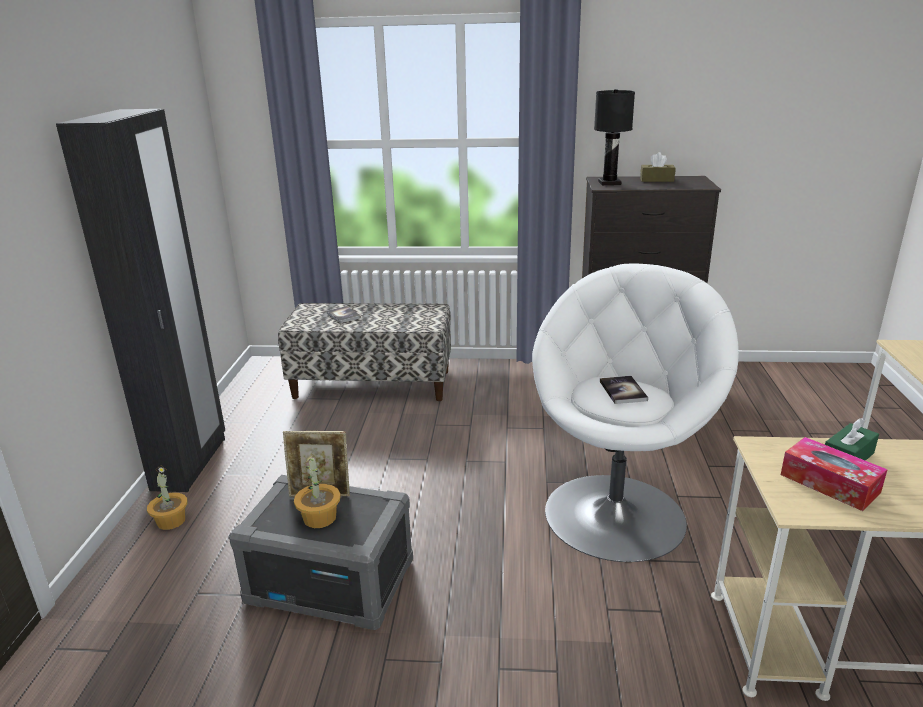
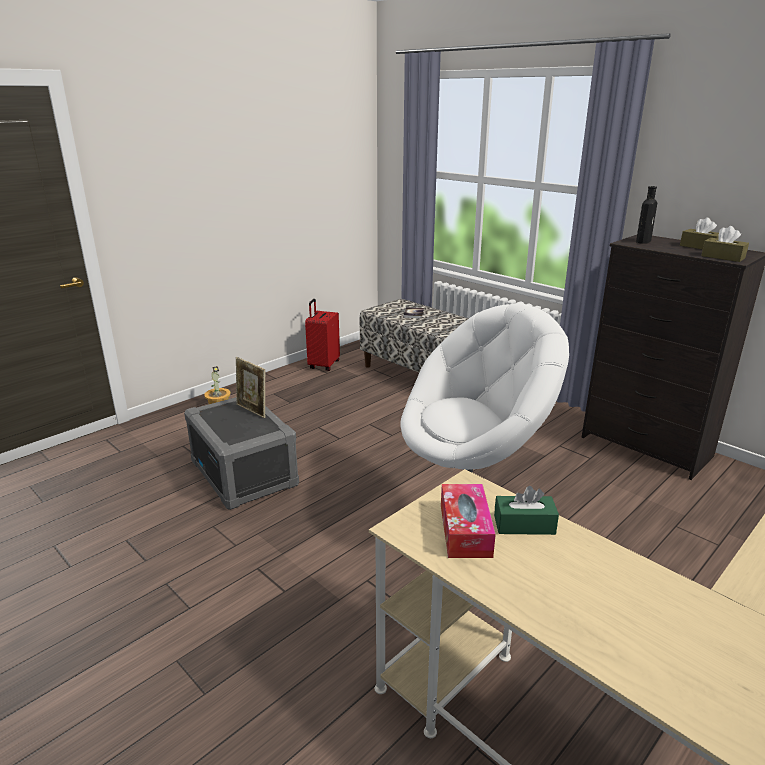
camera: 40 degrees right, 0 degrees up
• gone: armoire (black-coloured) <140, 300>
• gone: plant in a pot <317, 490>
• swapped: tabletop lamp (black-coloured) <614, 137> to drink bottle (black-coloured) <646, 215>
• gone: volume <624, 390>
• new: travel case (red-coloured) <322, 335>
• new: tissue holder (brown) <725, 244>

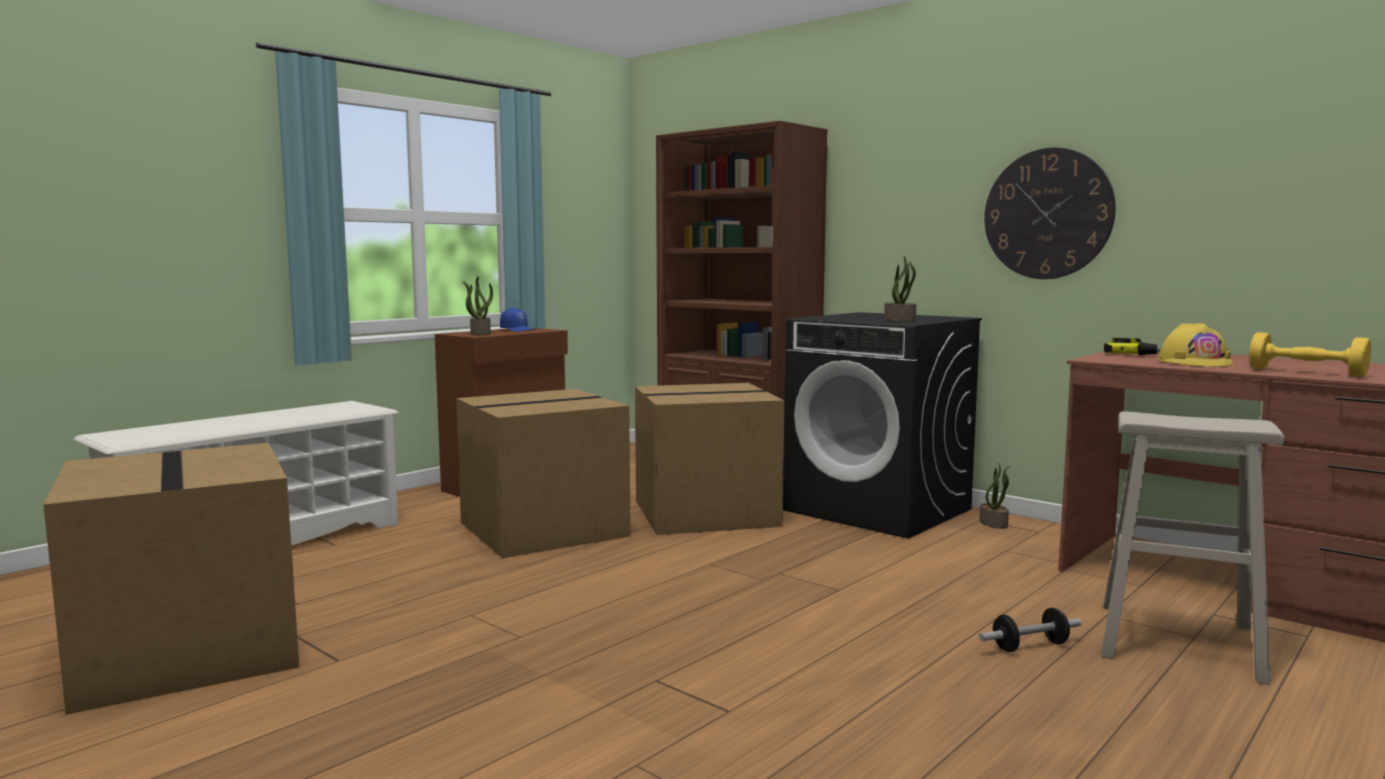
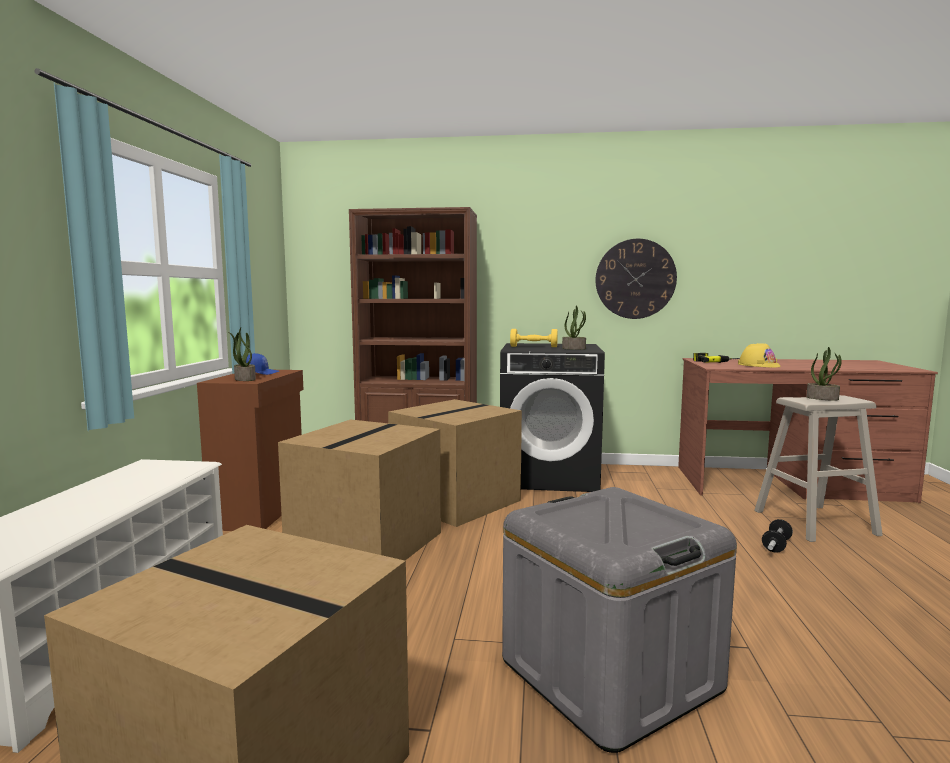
camera: 35 degrees left, 0 degrees up
• shifted: plant in a pot <994, 495> to <824, 374>
• shifted: hand weight (yellow) <1310, 354> to <534, 338>
• new: storage bin (gray) <619, 620>

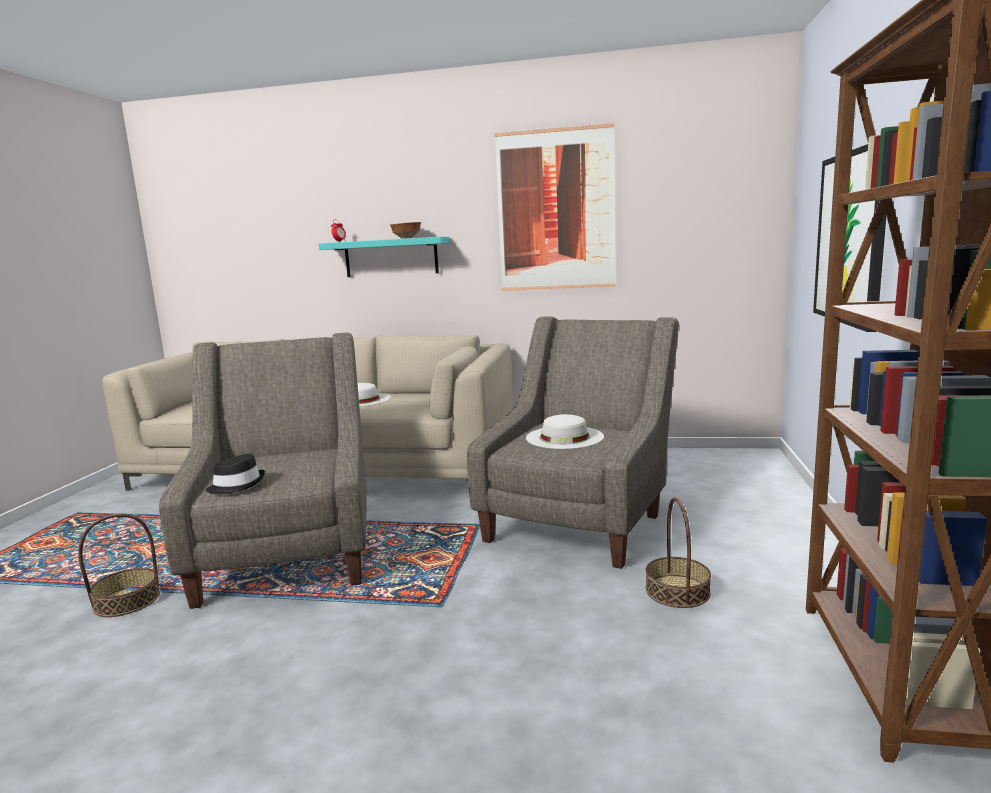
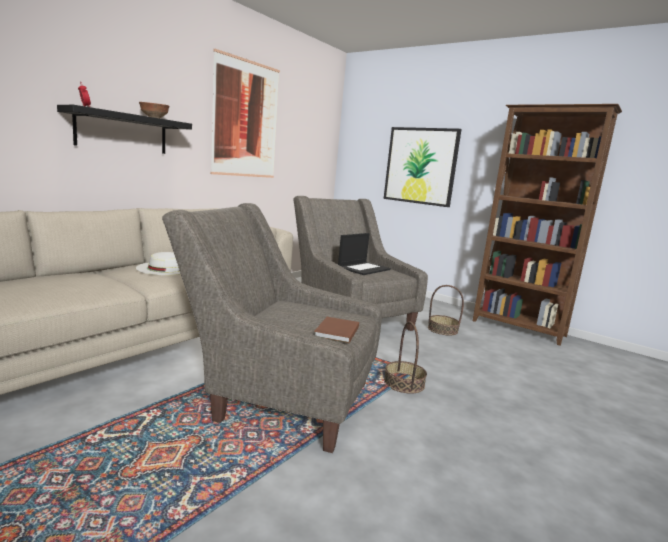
camera: 65 degrees left, 0 degrees up
• shifted: basket <119, 565> to <405, 357>
• swapped: wearable hat (black-coloured) <235, 474> to volume (brown) <336, 330>
• repainted: wall shelf (turquoise) <384, 257> to wall shelf (black-coloured) <124, 129>
• swapped: wearable hat (white-coloured) <565, 431> to portable computer <364, 254>

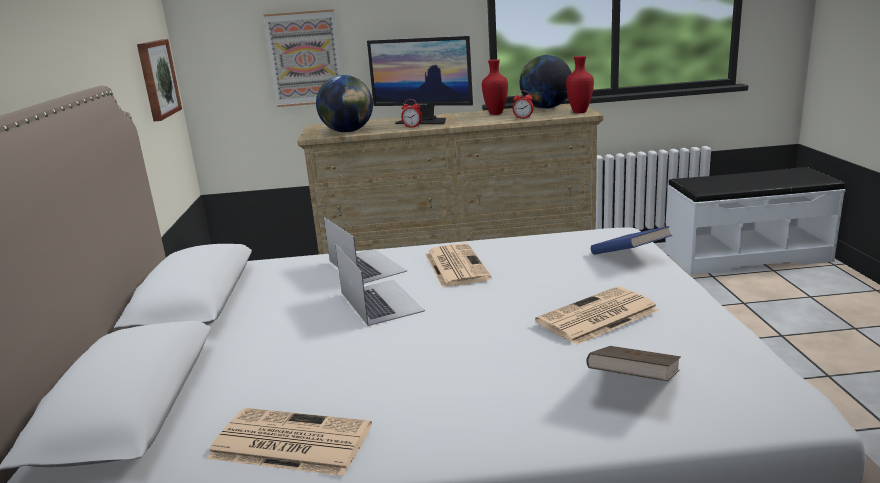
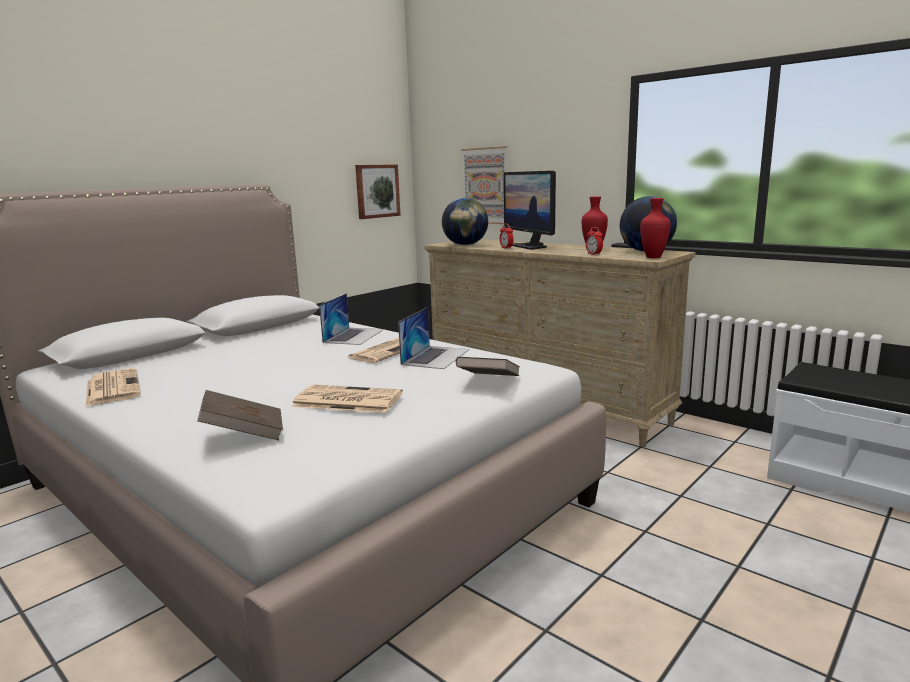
camera: 45 degrees right, 5 degrees down
• shifted: portable computer <380, 285> to <433, 338>
• repainted: volume (blue) <631, 240> to volume (brown) <488, 366>

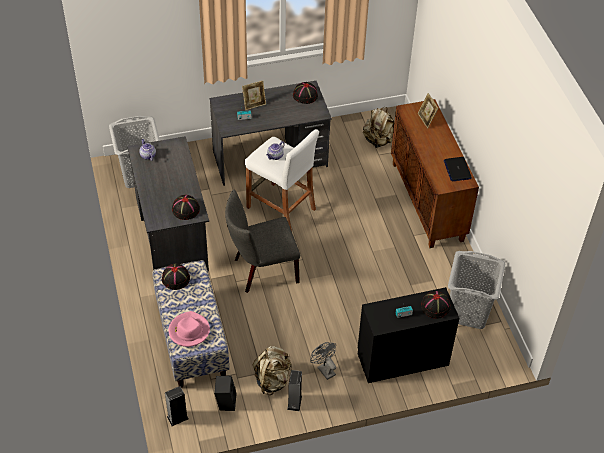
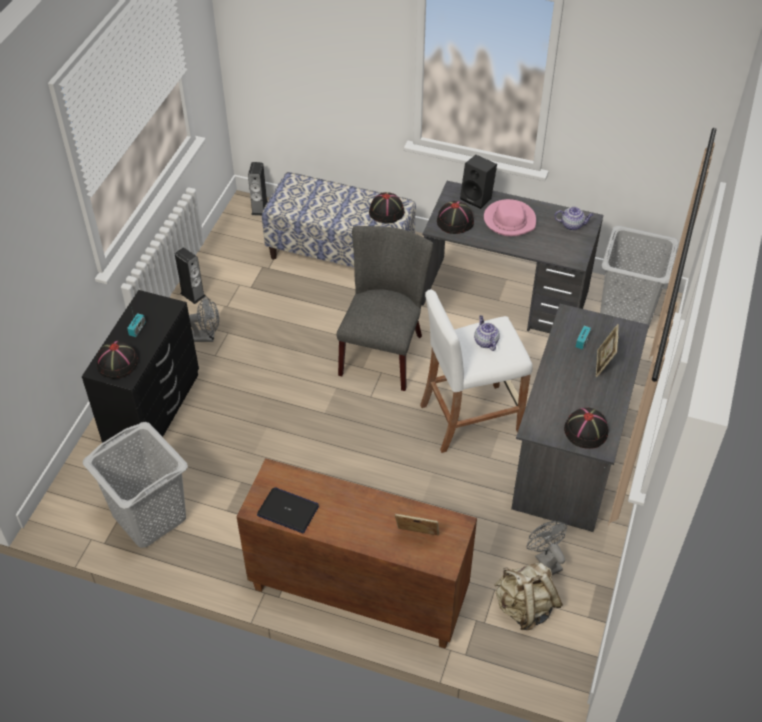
camera: 125 degrees right, 0 degrees up
• shifted: wearable hat (pink) <189, 329> to <510, 217>
• shifted: speaker (black-coloured) <225, 393> to <478, 182>
• gone: backpack (sand-coloured) <272, 370>
• new: cooling fan (gray) <547, 548>

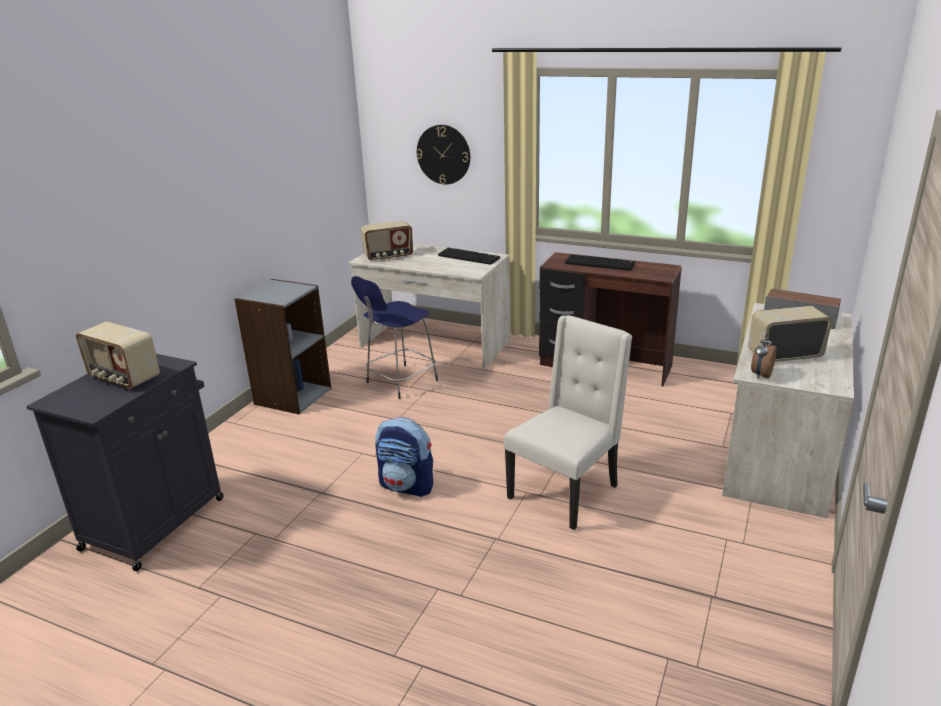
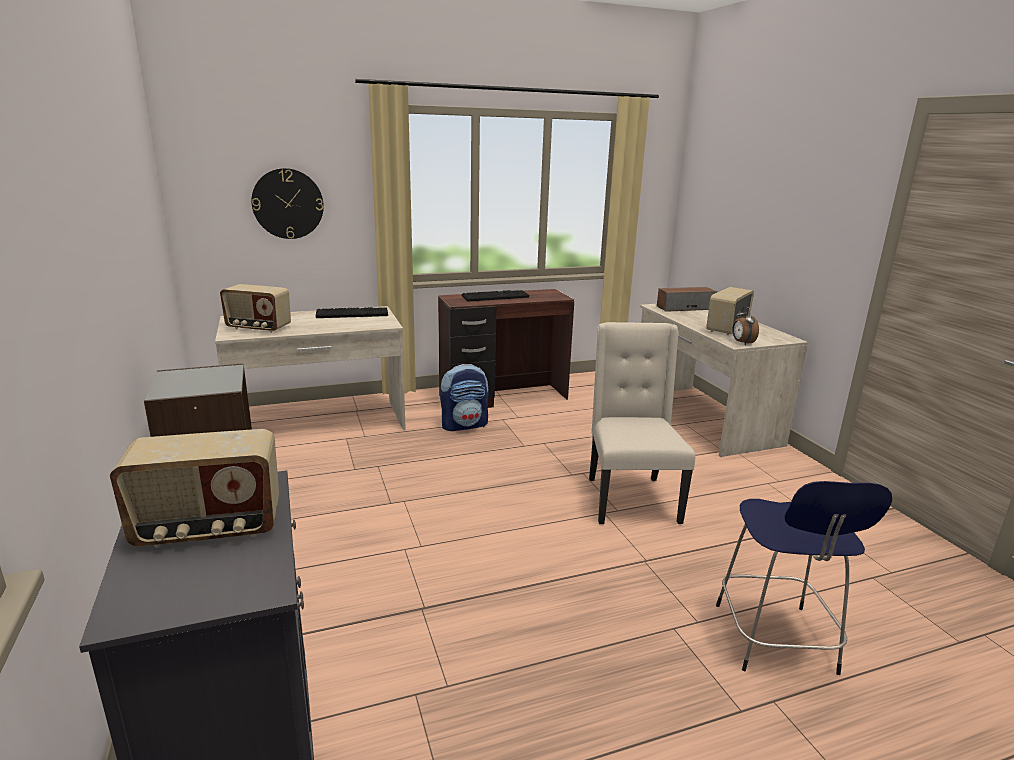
camera: 45 degrees left, 5 degrees down
• shifted: stool seat (blue) <394, 337> to <804, 578>
• rotated: radio set <387, 240> = <255, 308> 75 degrees clockwise
• shifted: backpack <404, 457> to <464, 397>

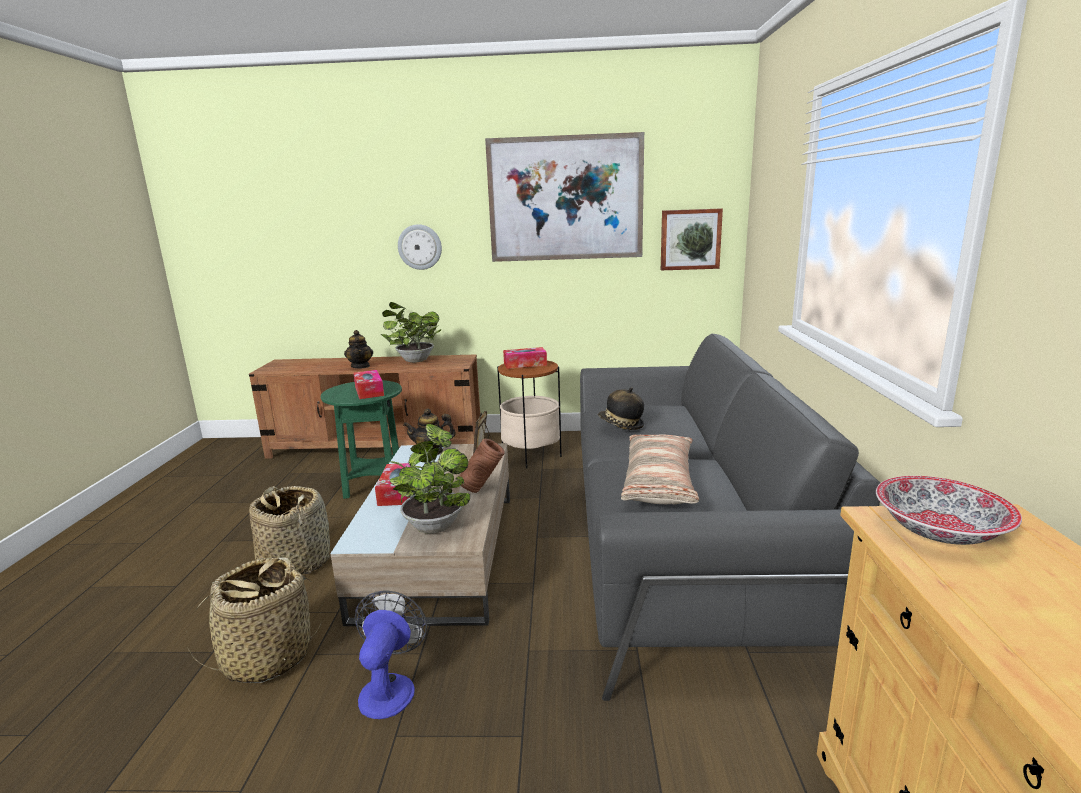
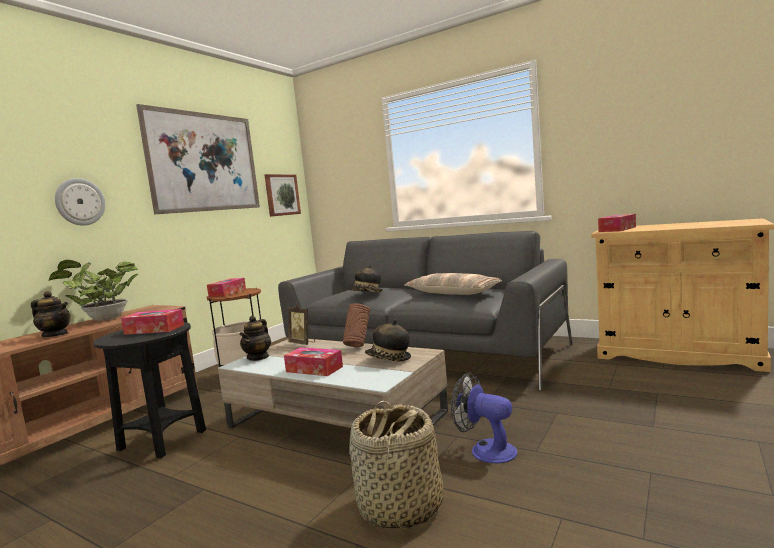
camera: 60 degrees left, 10 degrees down
• gone: basket <289, 530>
• repainted: accent table (greenish) <361, 439> to accent table (black-coloured) <149, 390>
• swapped: plant in a pot <430, 479> to wearable hat <388, 341>
• swapped: deep dish <949, 510> to tissue holder <617, 223>

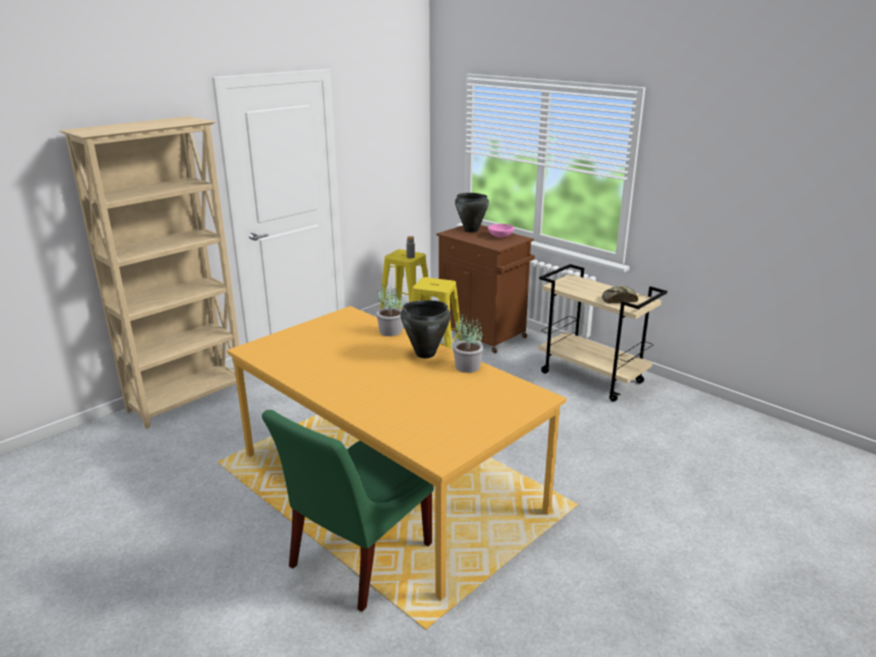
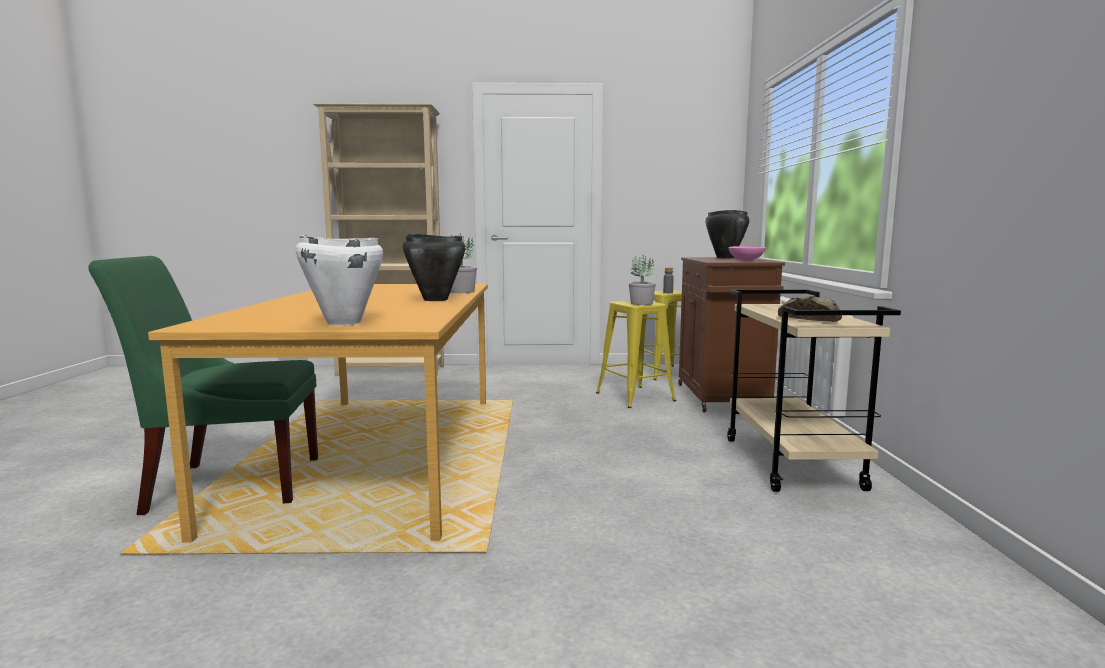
camera: 45 degrees right, 15 degrees down
• shifted: plant in a pot <468, 344> to <642, 280>
• new: saucepot (white-coloured) <339, 280>

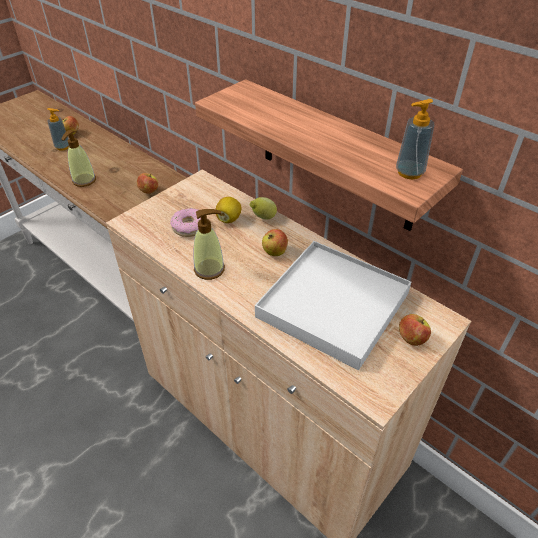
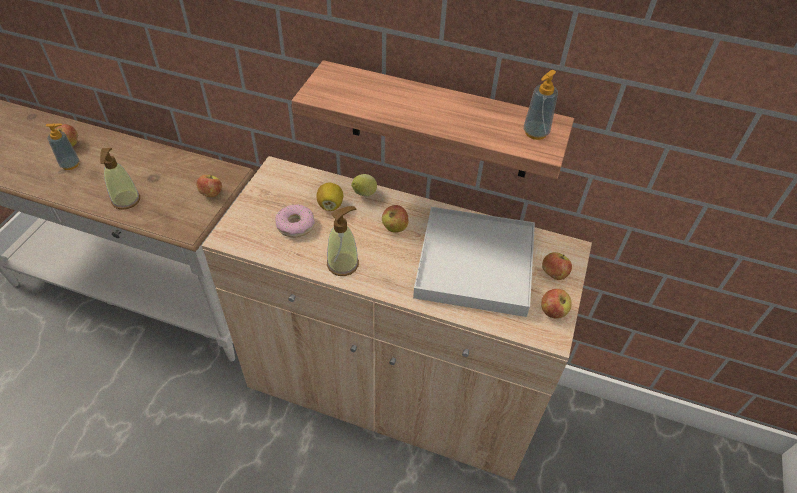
camera: 25 degrees left, 5 degrees up
• new: apple fruit <556, 304>

